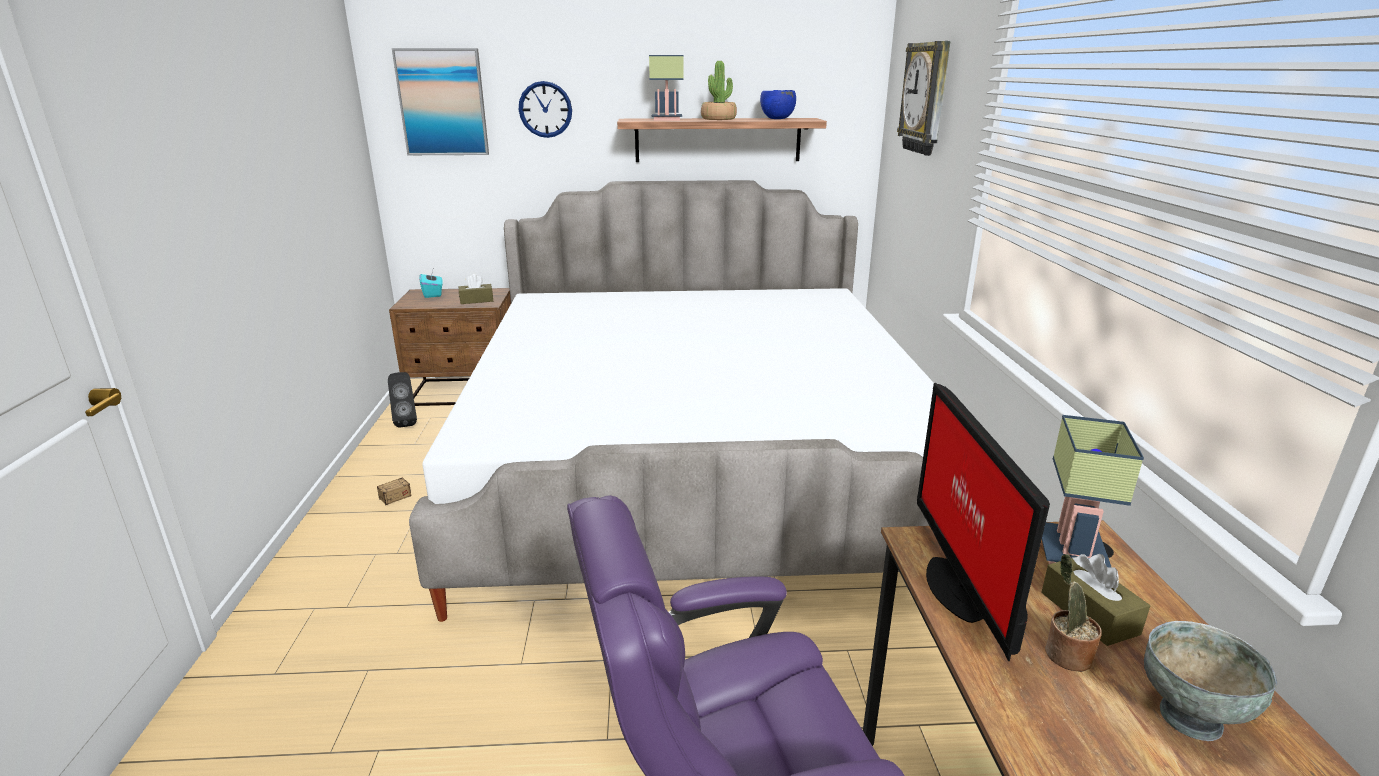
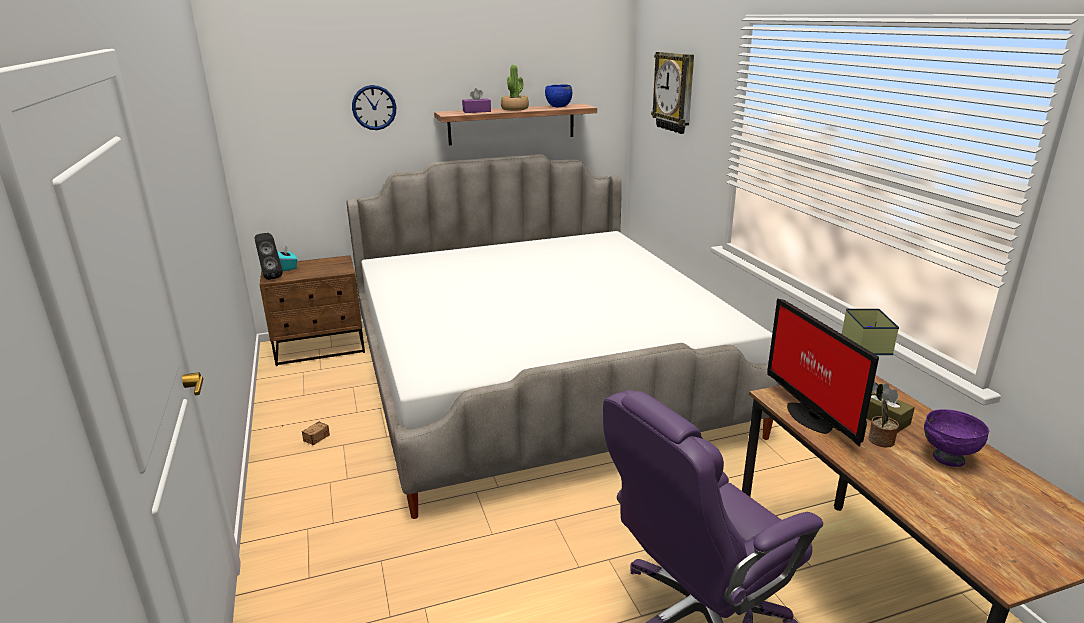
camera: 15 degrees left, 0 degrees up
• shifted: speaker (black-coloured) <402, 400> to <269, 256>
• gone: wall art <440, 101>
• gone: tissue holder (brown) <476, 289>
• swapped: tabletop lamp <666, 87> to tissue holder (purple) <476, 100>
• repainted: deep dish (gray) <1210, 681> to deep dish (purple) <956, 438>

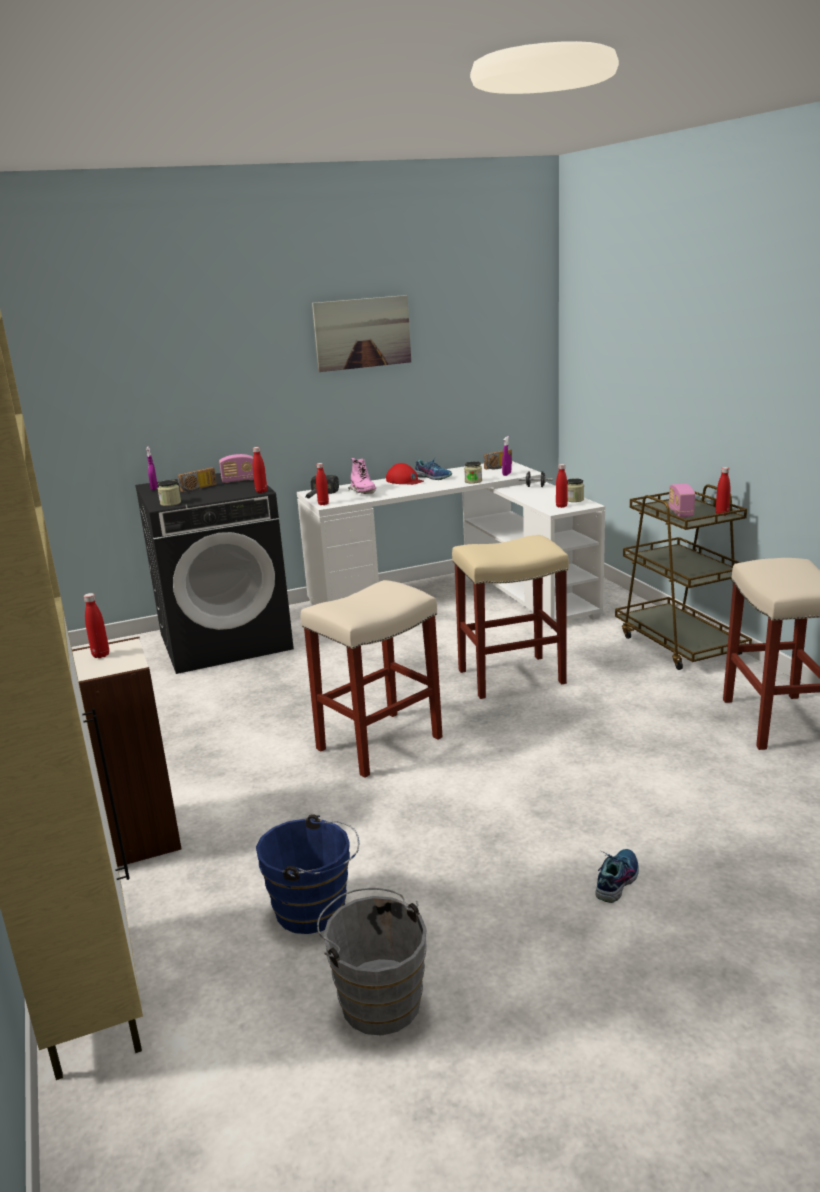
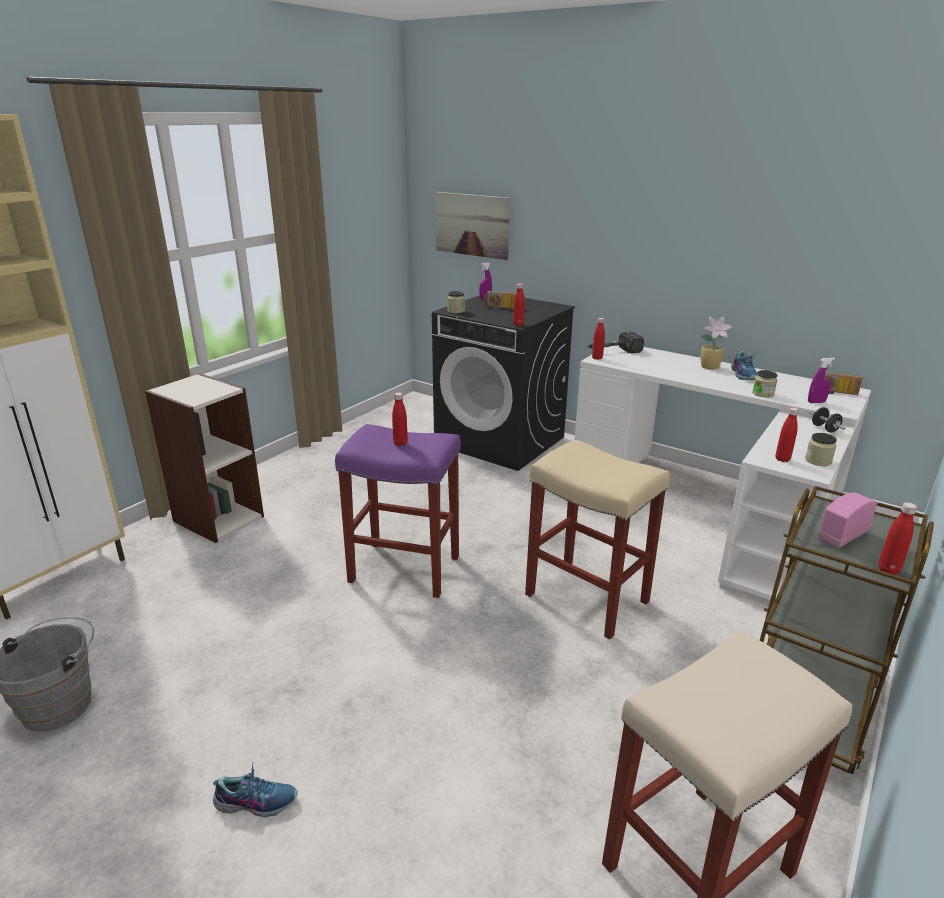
camera: 55 degrees right, 5 degrees up
• shifted: drink bottle (red-coloured) <96, 625> to <400, 419>
• gone: radio set <236, 468>
• gone: bucket (blue) <307, 874>
• repainted: stool seat (sand-coloured) <372, 679> to stool seat (purple) <398, 511>
• shifted: wall art <361, 333> to <473, 226>
• gone: boot (pink) <362, 476>
• swapped: cap (red-coloured) <405, 474> to plant in a pot <716, 343>

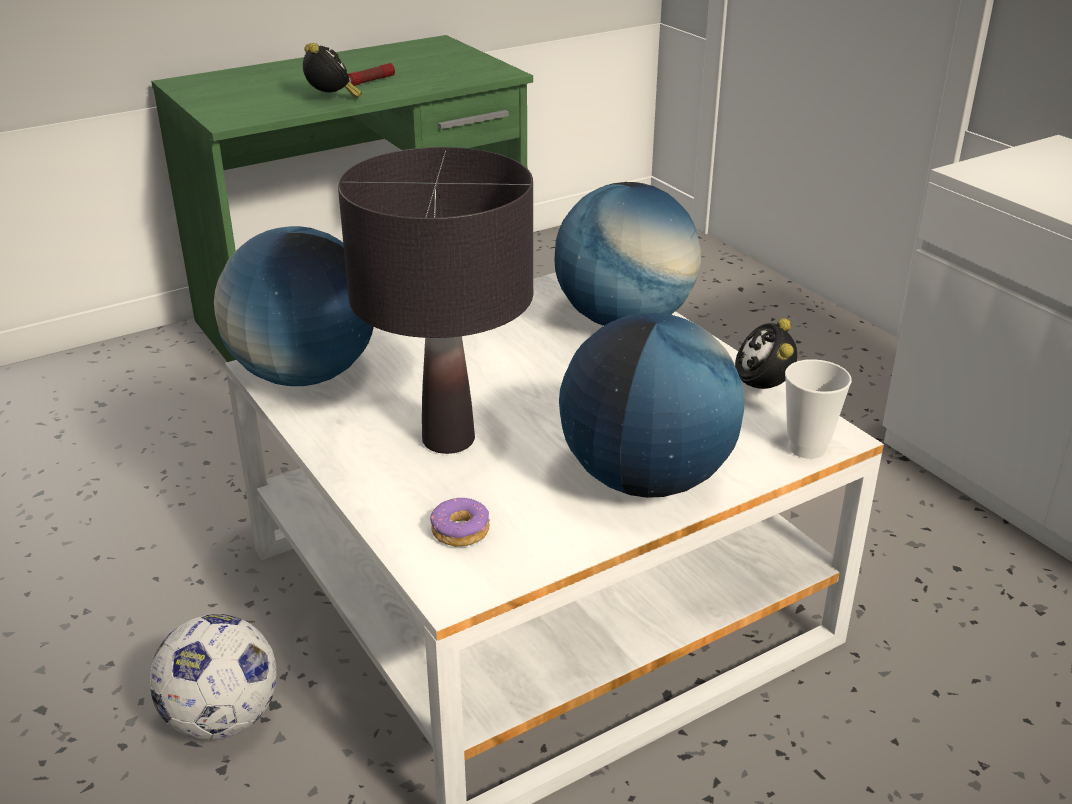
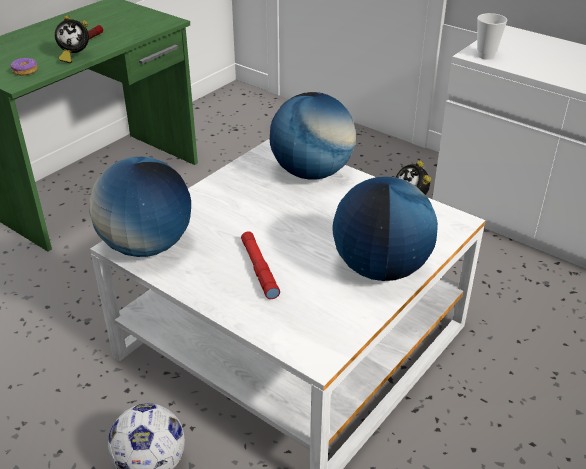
camera: 20 degrees left, 5 degrees up
• rotated: alarm clock <332, 70> = <72, 39> 135 degrees clockwise
• swapped: tabletop lamp (black-coloured) <435, 300> to hand torch (red-coloured) <260, 265>
• shifted: doughnut <460, 522> to <24, 66>
• shifted: cup <818, 409> to <492, 36>

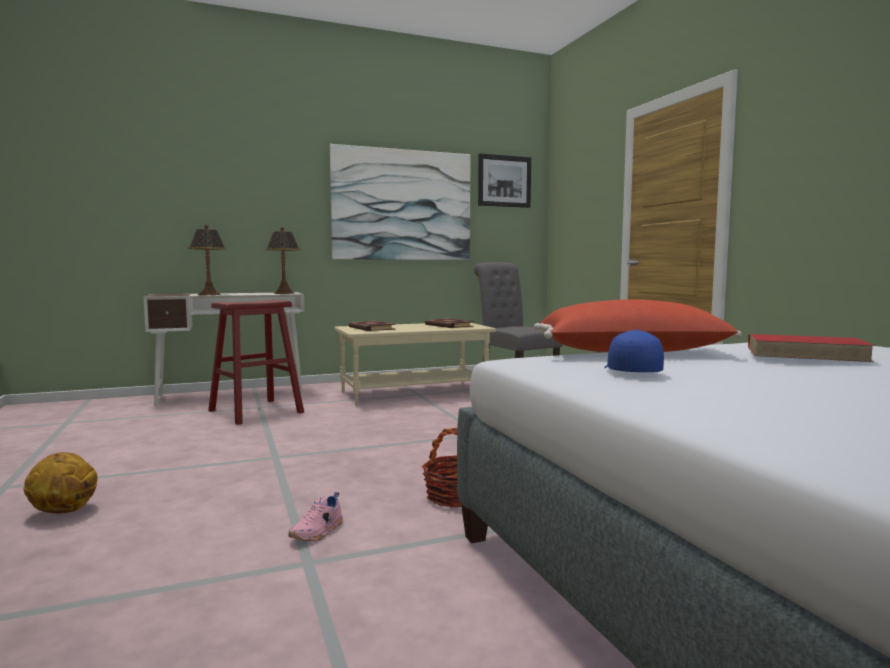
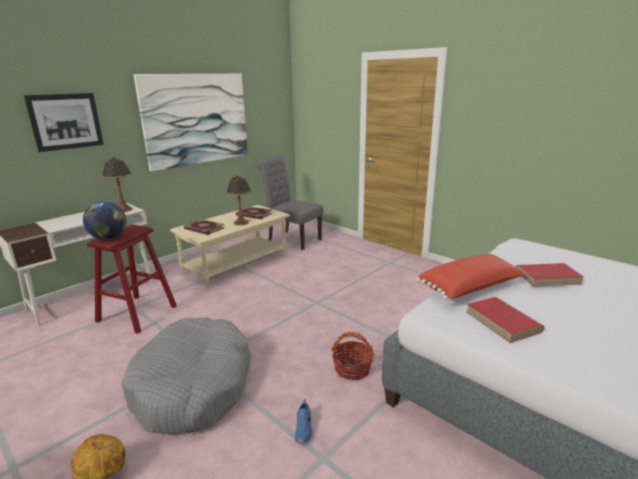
camera: 25 degrees left, 15 degrees up
• shifted: tabletop lamp <207, 260> to <239, 200>
• repainted: low shoe (pink) <315, 516> to low shoe (blue) <304, 421>
• shifted: wall art <504, 180> to <64, 122>
• swapped: cap (blue) <634, 351> to volume (red-coloured) <505, 320>
• new: desk globe <105, 220>
• new: pet bed (gray) <186, 376>

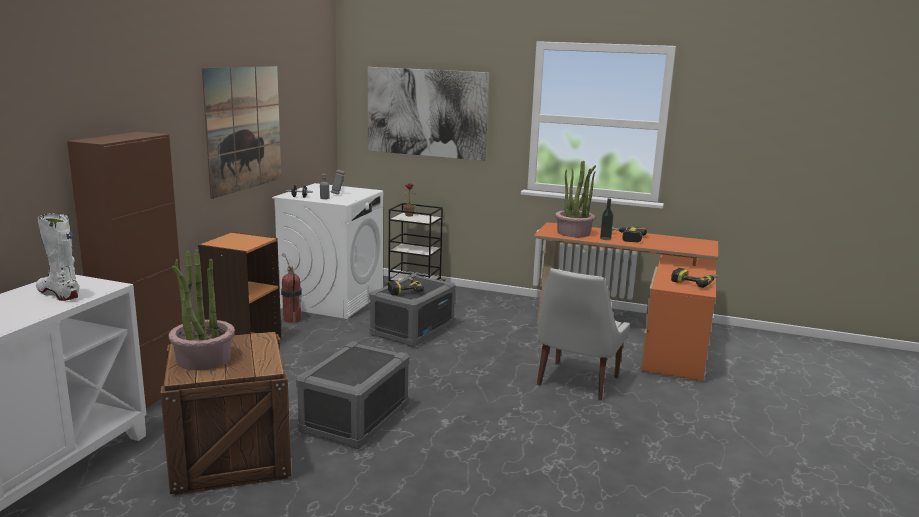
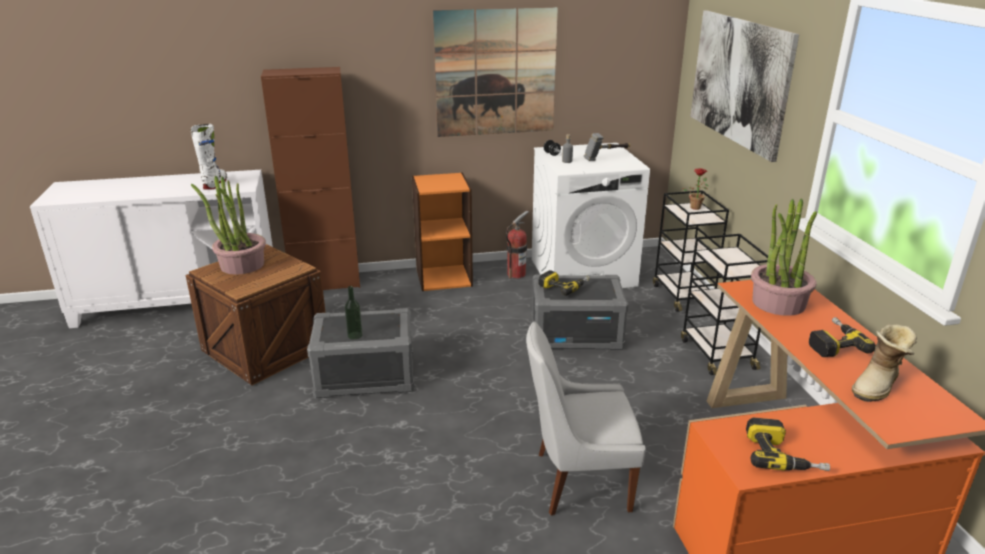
camera: 60 degrees right, 10 degrees up
• shifted: drink bottle <607, 219> to <354, 312>
• new: wheeled cart (black-coloured) <724, 304>
• new: boot <884, 363>

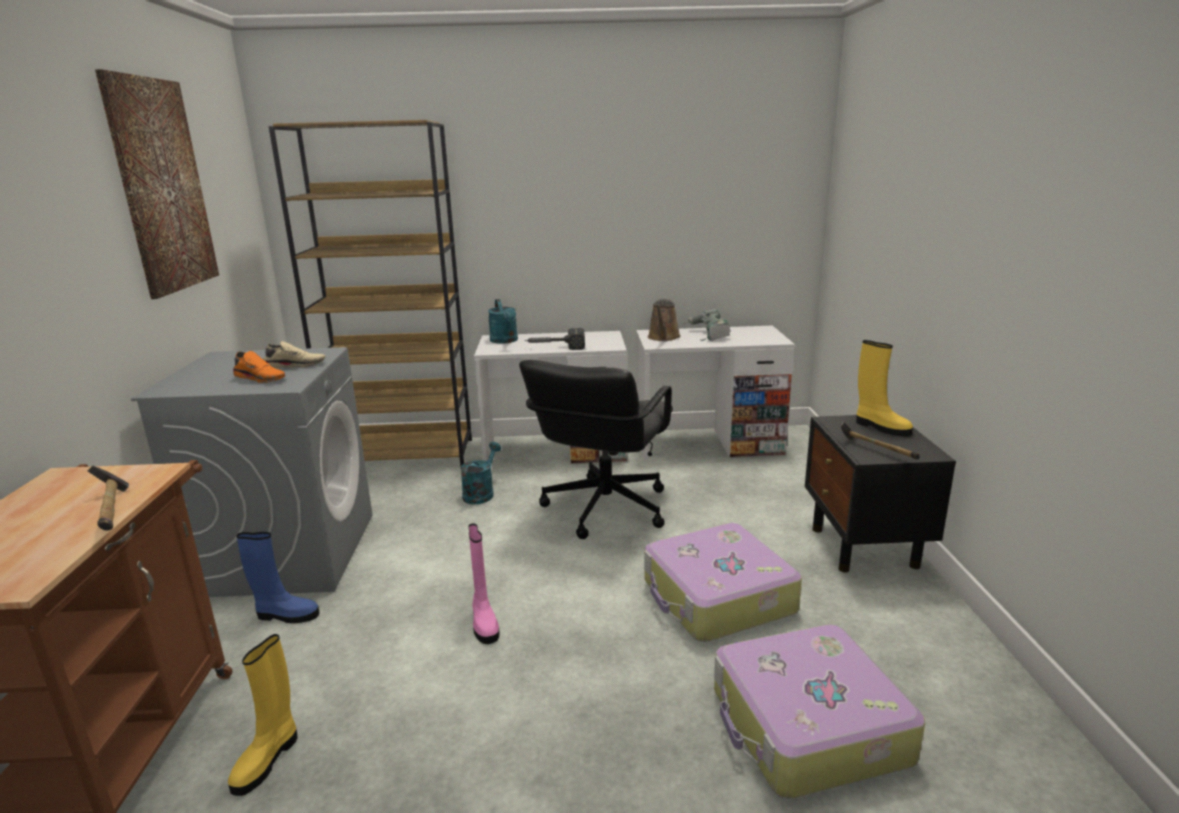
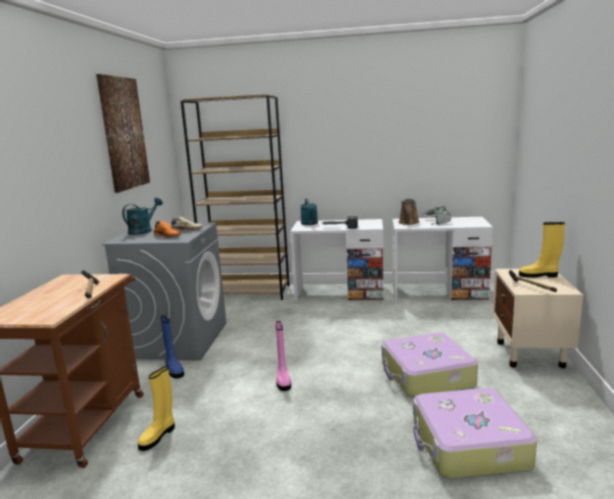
camera: 10 degrees right, 5 degrees down
• rotated: boot (blue) <277, 577> = <172, 347> 45 degrees clockwise
• shifted: sprinkling can (turquoise) <480, 473> to <142, 216>
• gone: desk chair (black-coloured) <596, 449>
• repainted: bedside table (black-coloured) <880, 494> to bedside table (sand-coloured) <537, 318>
• rotated: boot (yellow) <884, 388> = <542, 250> 135 degrees clockwise

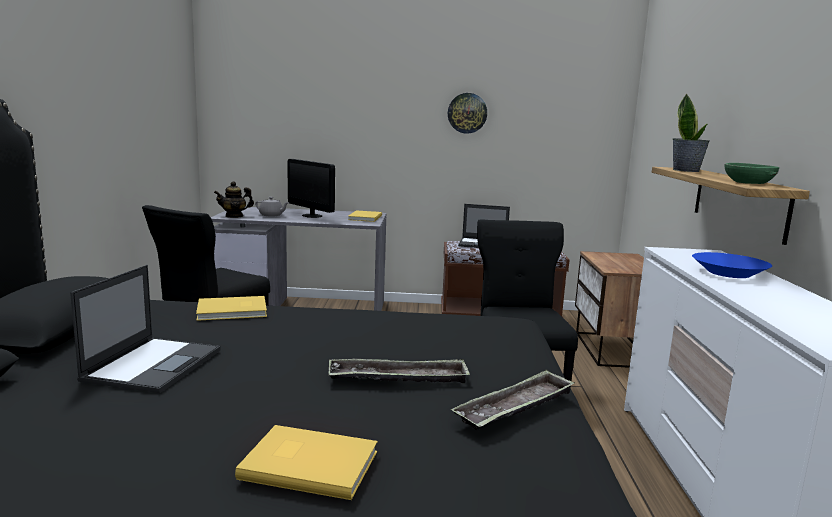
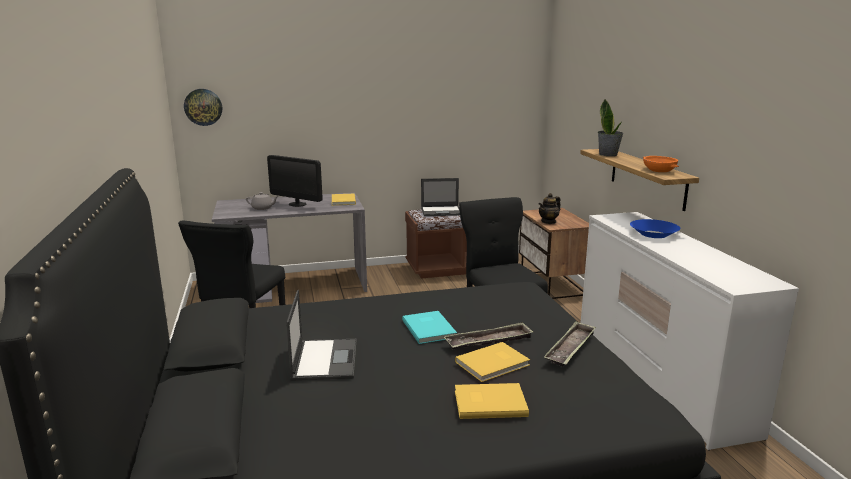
camera: 15 degrees left, 5 degrees up
• shifted: volume (yellow) <231, 308> to <492, 362>
• shifted: pot for tea <234, 199> to <550, 208>
• shifted: wall clock <467, 113> to <203, 107>
• repainted: deep dish (greenish) <752, 173> to deep dish (orange) <661, 164>
• new: volume (turquoise) <429, 327>

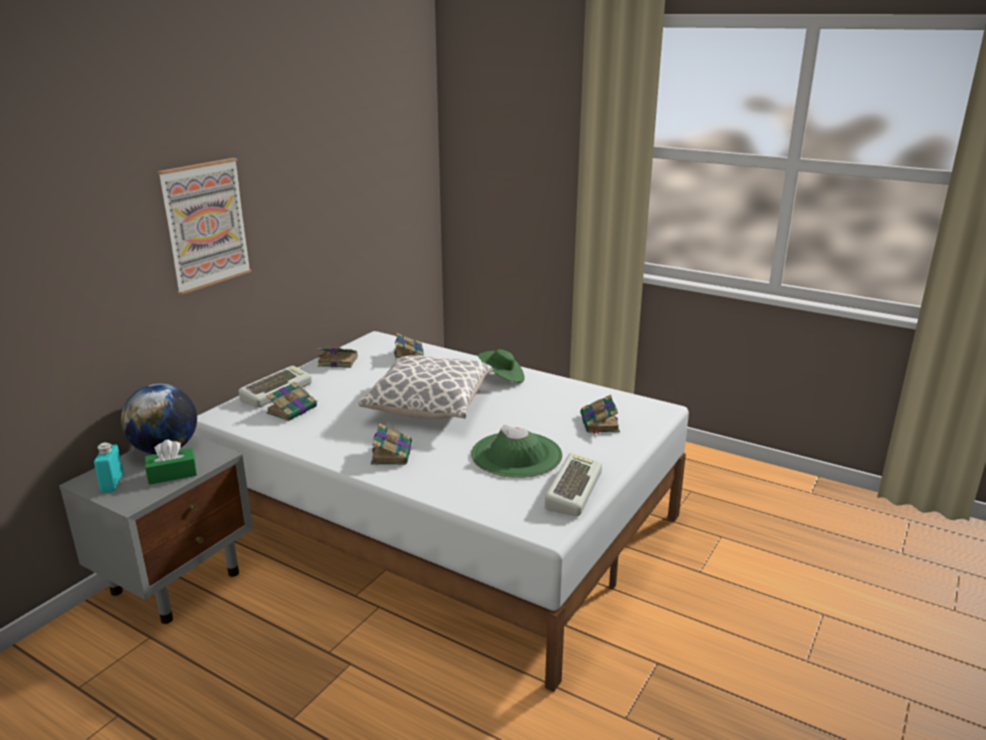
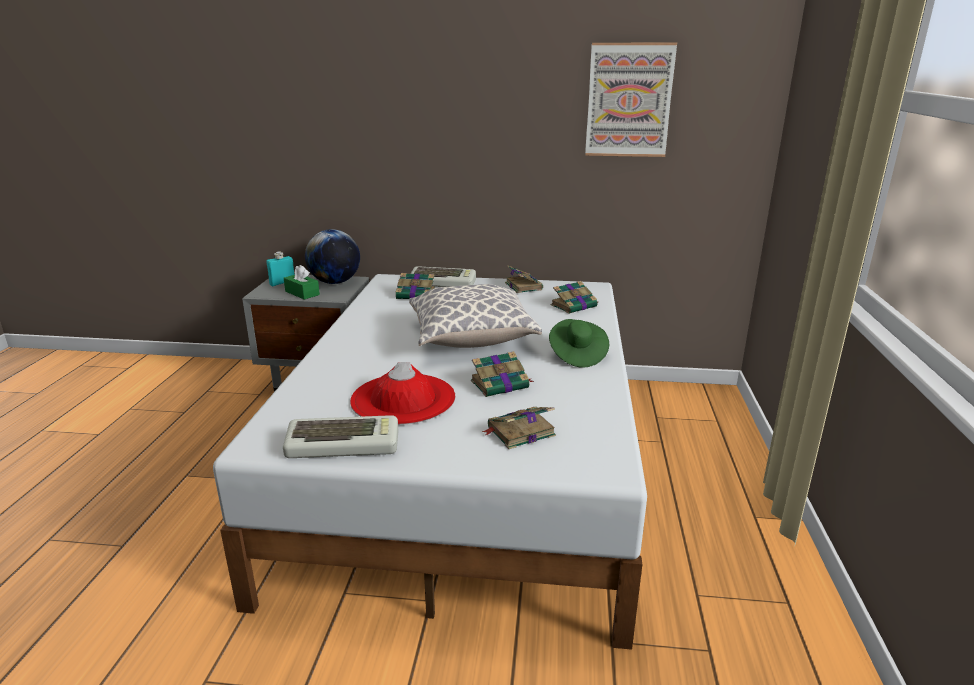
camera: 65 degrees right, 0 degrees up
• shifted: wall art <204, 226> to <631, 100>
• shifted: volume <391, 444> to <502, 374>
• repainted: wearable hat (greenish) <516, 451> to wearable hat (red-coloured) <403, 393>

